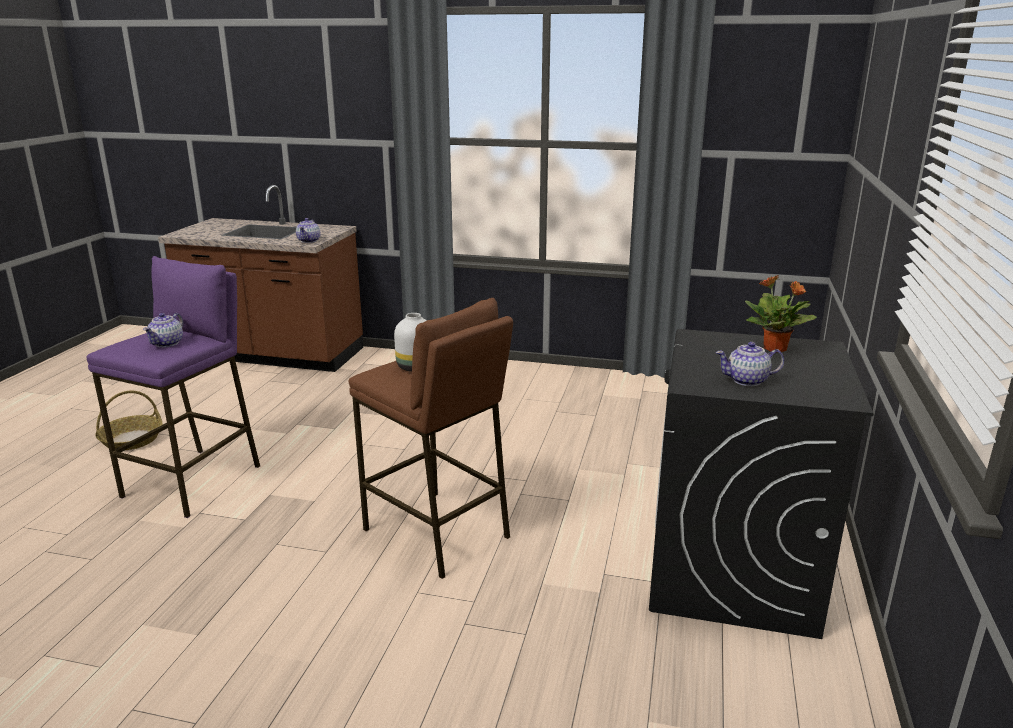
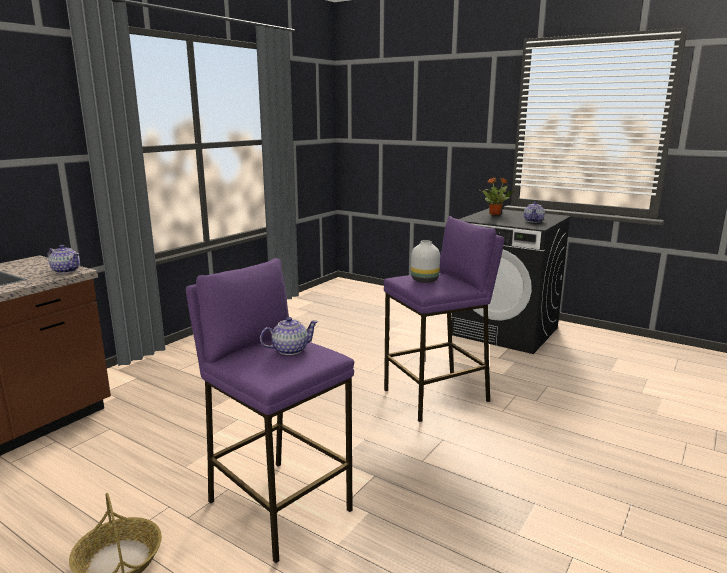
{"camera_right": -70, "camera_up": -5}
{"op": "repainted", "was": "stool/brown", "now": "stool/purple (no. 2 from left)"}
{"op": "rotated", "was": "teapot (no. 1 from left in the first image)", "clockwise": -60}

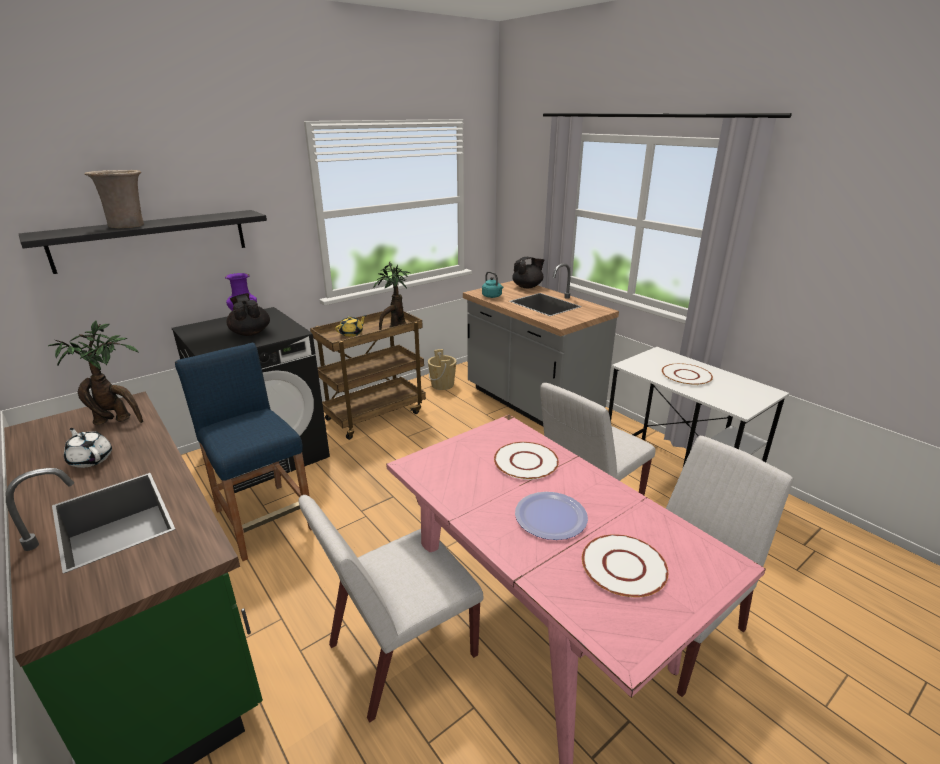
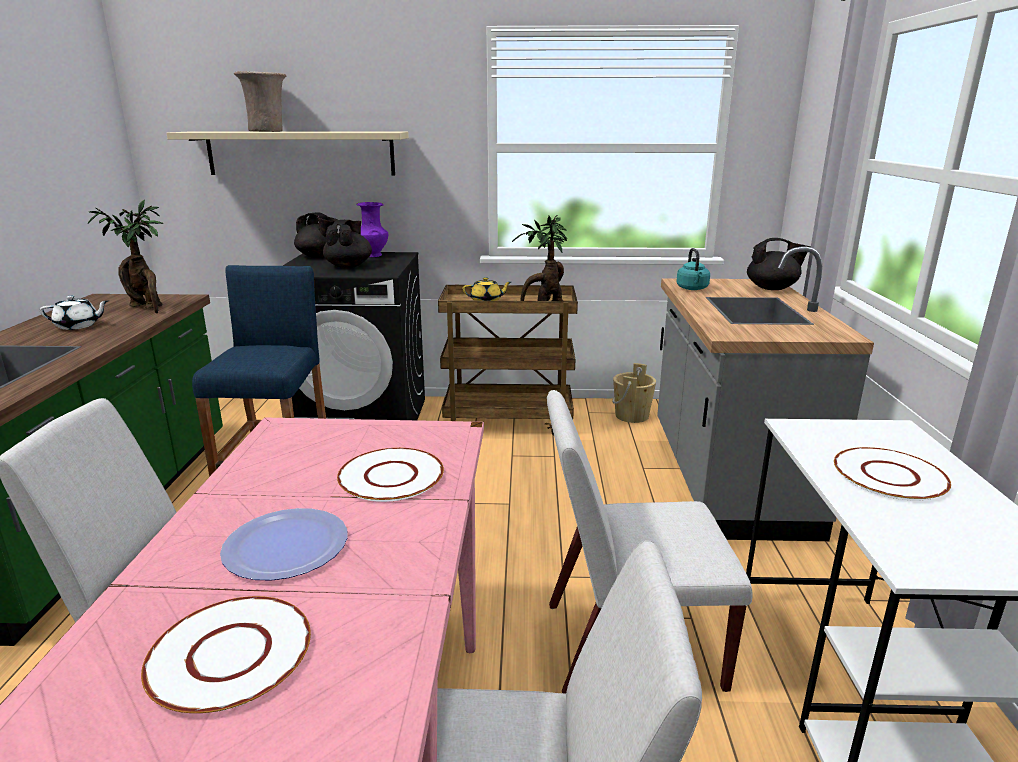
{"camera_right": 40, "camera_up": -5}
{"op": "repainted", "was": "shelf/black", "now": "shelf/beige"}
{"op": "rotated", "was": "teapot/white", "clockwise": 90}
{"op": "new", "now": "teapot/black (no. 1 from left)"}

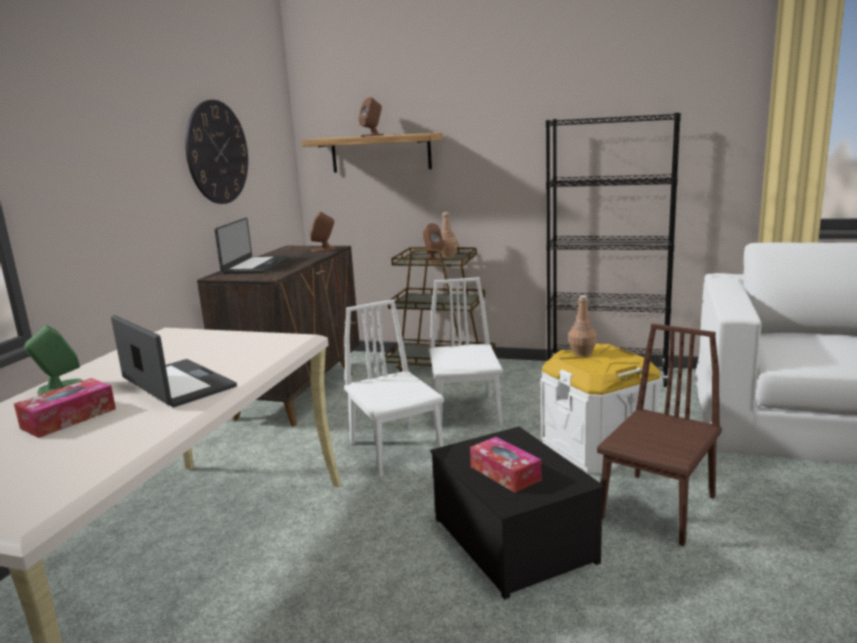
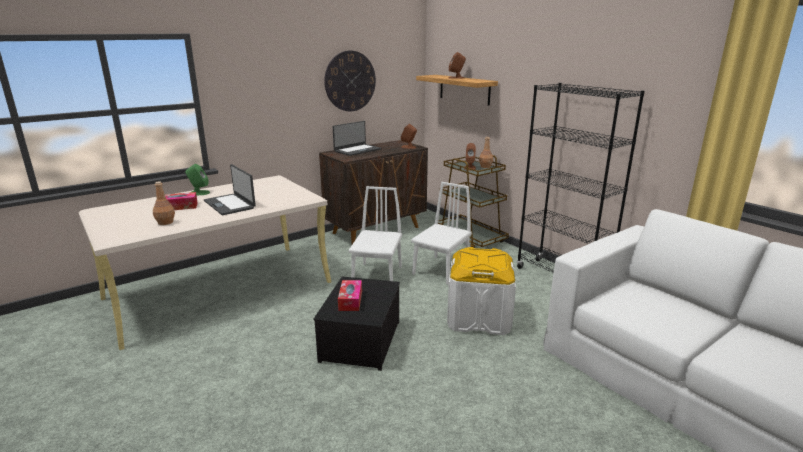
{"camera_right": 35, "camera_up": 5}
{"op": "shifted", "was": "bottle/brown (no. 2 from left in the first image)", "now": "bottle/brown (no. 1 from left)"}
{"op": "rotated", "was": "laptop (no. 1 from left)", "clockwise": 150}
{"op": "gone", "was": "chair/brown"}

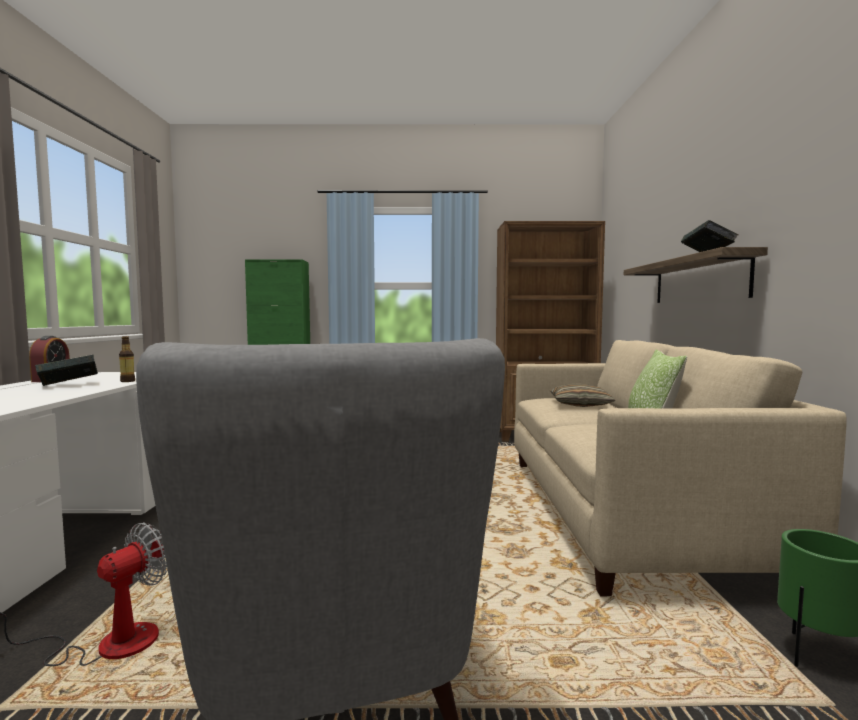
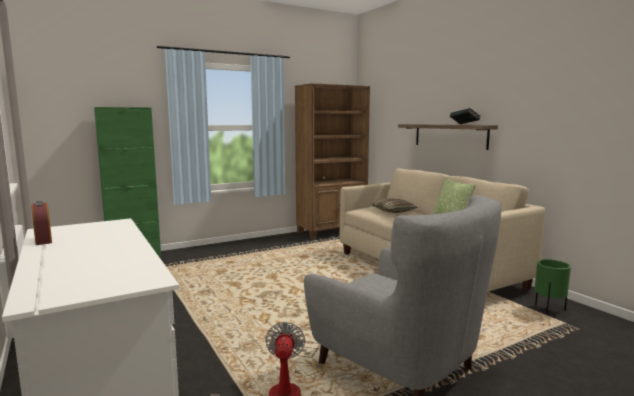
{"camera_right": -30, "camera_up": 5}
{"op": "gone", "was": "bottle"}
{"op": "gone", "was": "book (no. 1 from left)"}

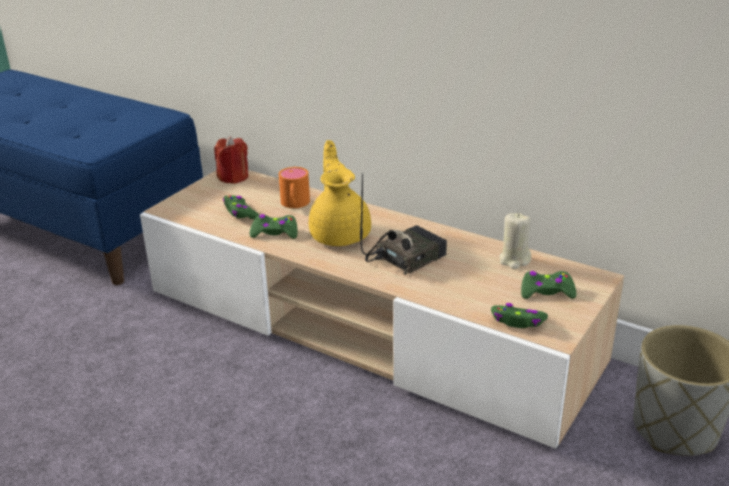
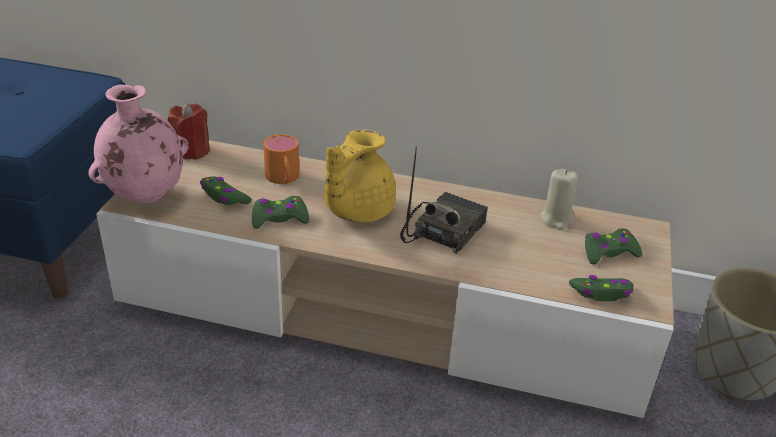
{"camera_right": -20, "camera_up": 5}
{"op": "rotated", "was": "teapot/yellow", "clockwise": -120}
{"op": "new", "now": "vase/pink"}

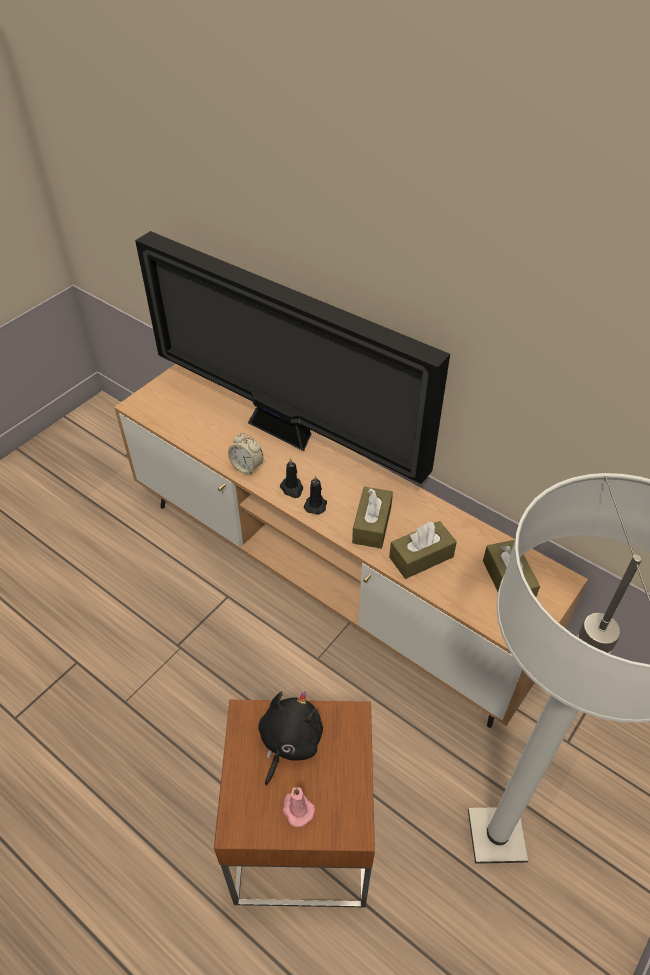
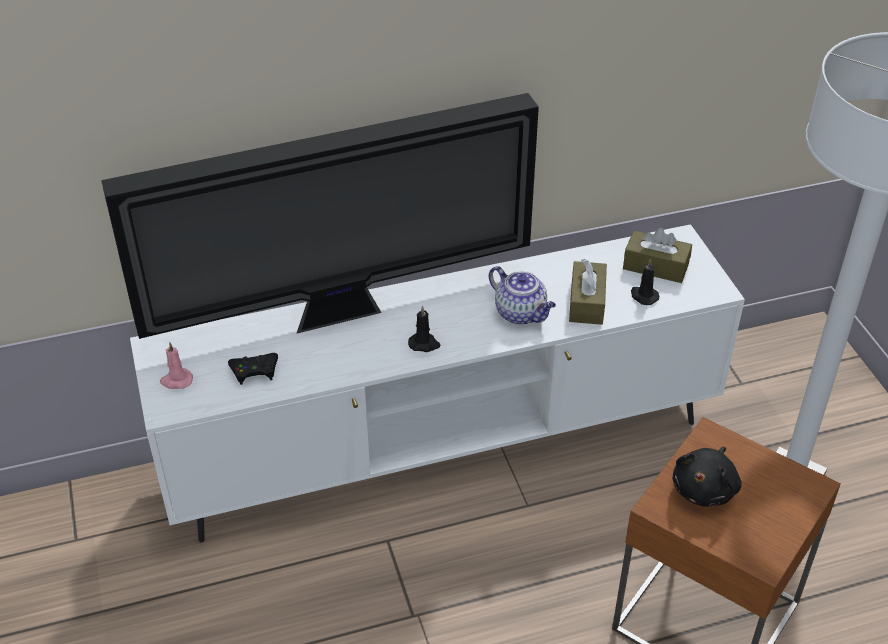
{"camera_right": -55, "camera_up": -5}
{"op": "repainted", "was": "tv stand/brown", "now": "tv stand/white"}
{"op": "gone", "was": "alarm clock"}
{"op": "shifted", "was": "candle/black (no. 2 from left)"}
{"op": "swapped", "was": "tissue box/brown (no. 1 from left)", "now": "teapot"}
{"op": "rotated", "was": "plush toy/black", "clockwise": -120}
{"op": "shifted", "was": "candle/pink"}
{"op": "new", "now": "game controller/black"}

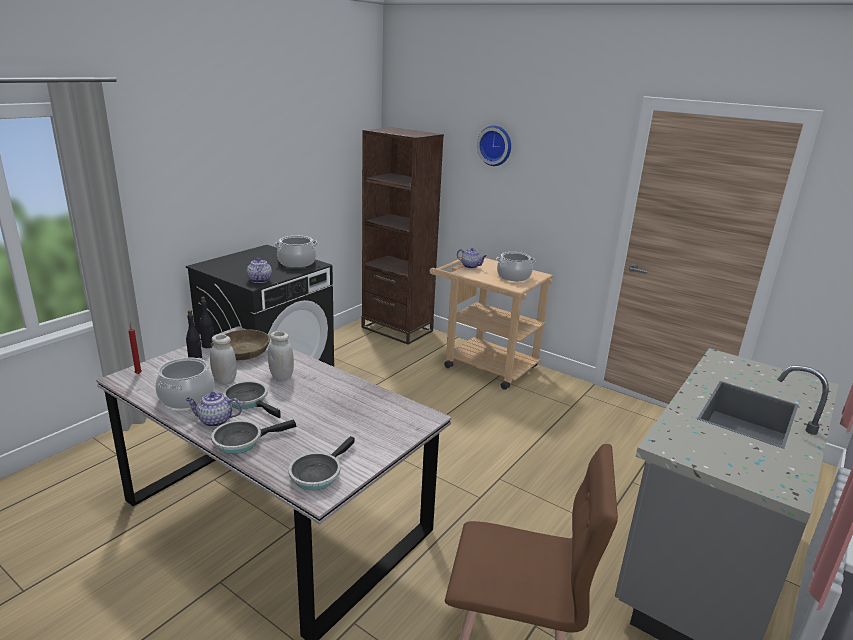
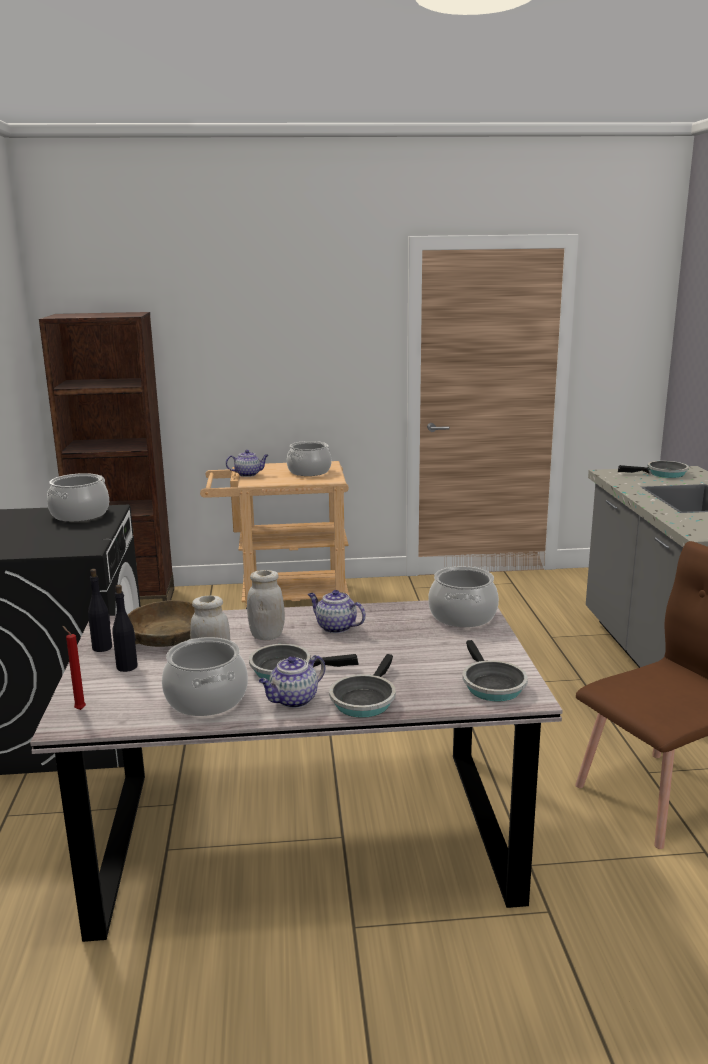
{"camera_right": -40, "camera_up": -5}
{"op": "gone", "was": "wall clock"}
{"op": "shifted", "was": "teapot (no. 2 from left in the first image)", "now": "teapot (no. 3 from left)"}
{"op": "new", "now": "frying pan (no. 4 from left)"}
{"op": "new", "now": "cooking pot (no. 4 from left)"}

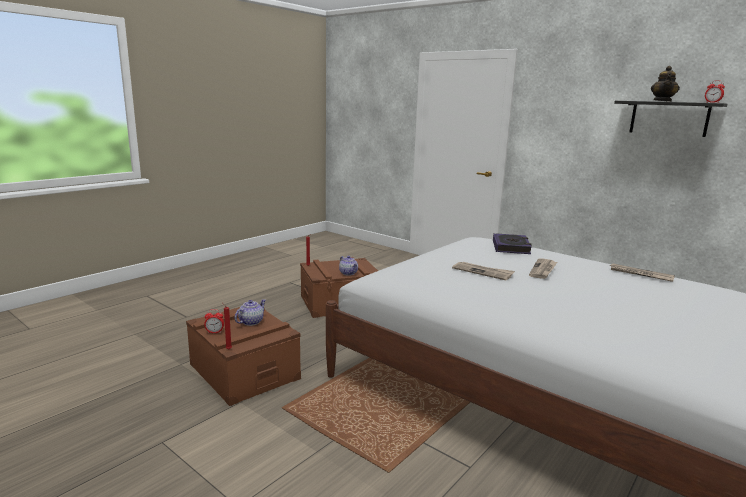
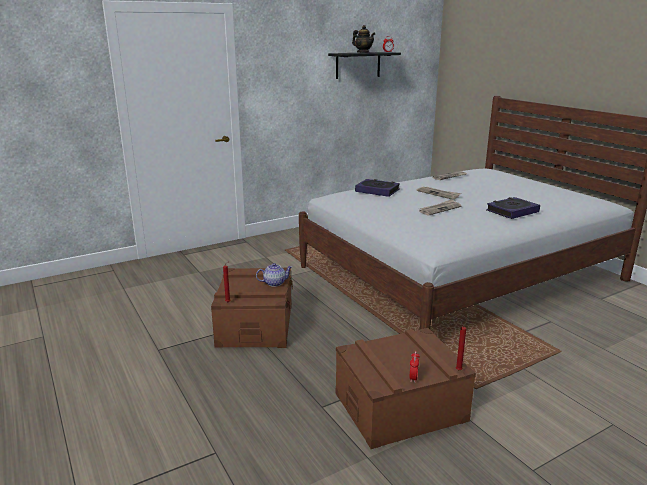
{"camera_right": -70, "camera_up": 5}
{"op": "gone", "was": "teapot (no. 1 from left)"}
{"op": "new", "now": "book (no. 2 from left)"}

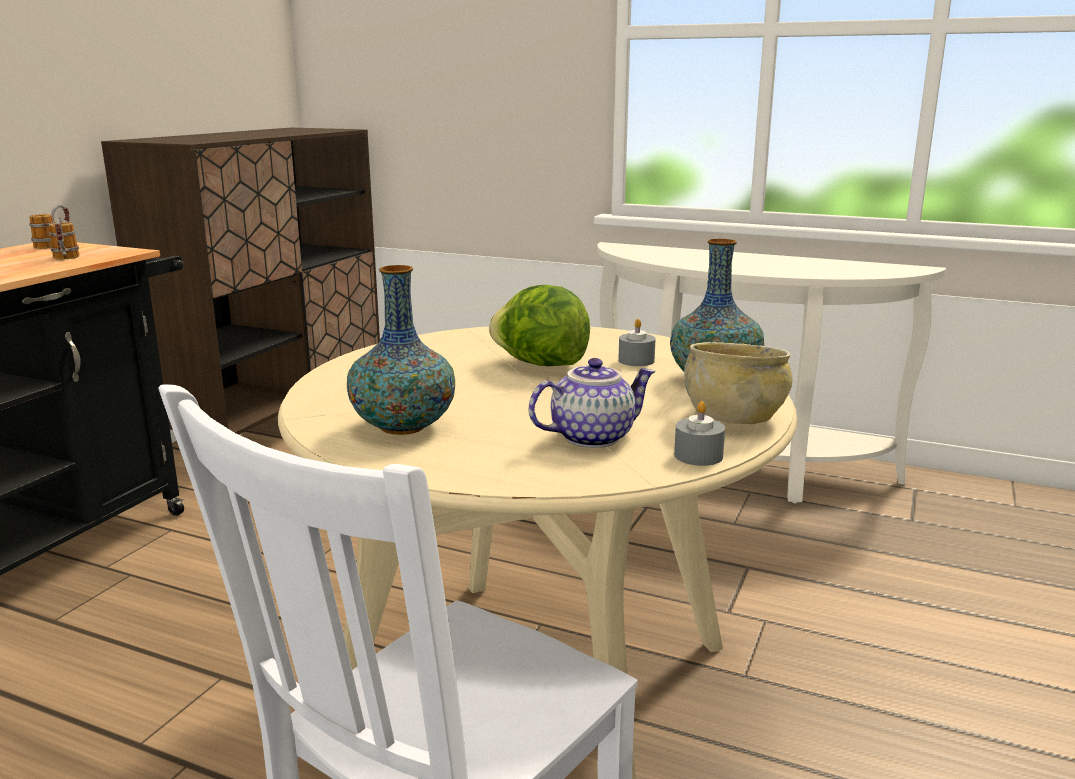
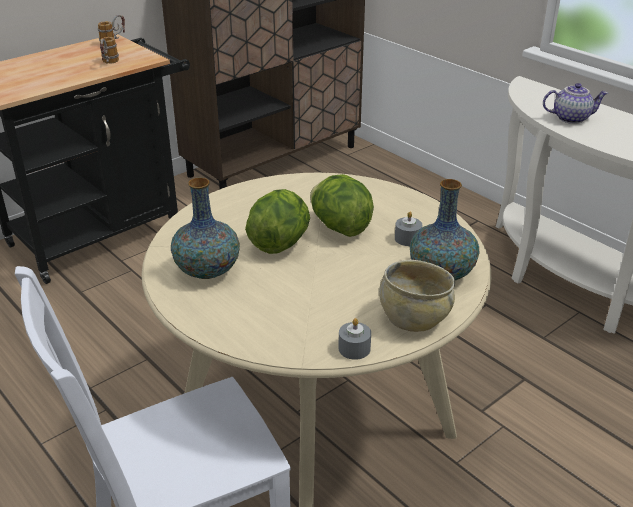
{"camera_right": 25, "camera_up": 15}
{"op": "shifted", "was": "teapot"}
{"op": "new", "now": "lettuce (no. 1 from left)"}

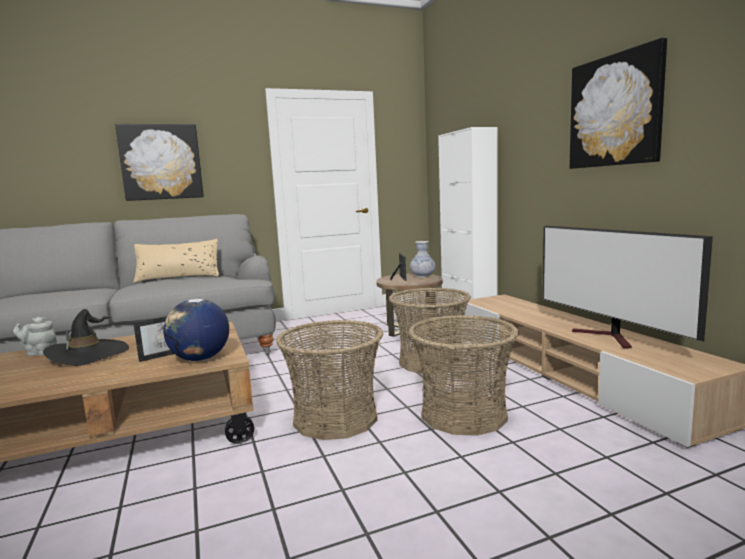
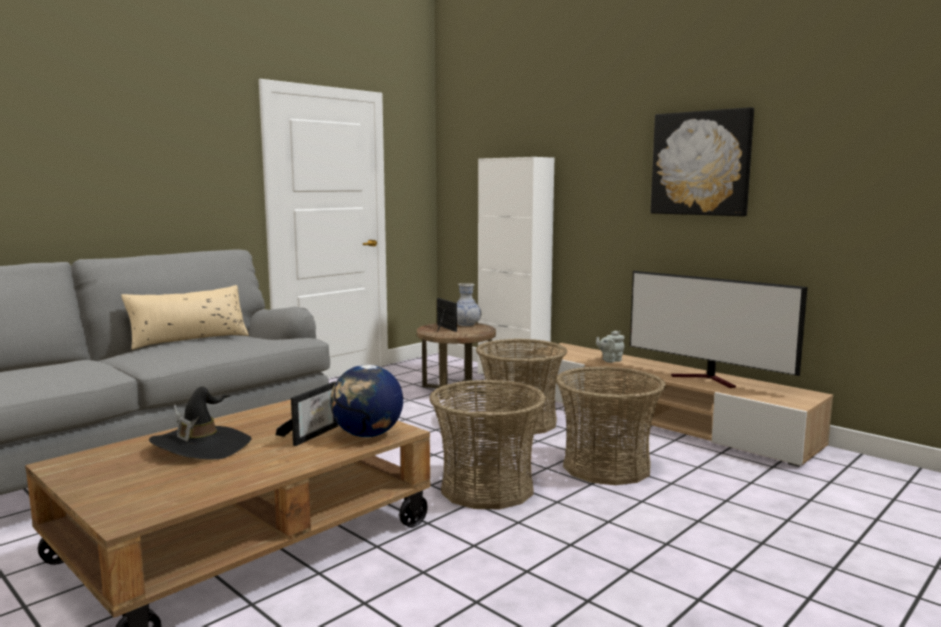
{"camera_right": -25, "camera_up": 0}
{"op": "gone", "was": "picture (no. 1 from left)"}
{"op": "shifted", "was": "teapot/grey"}

